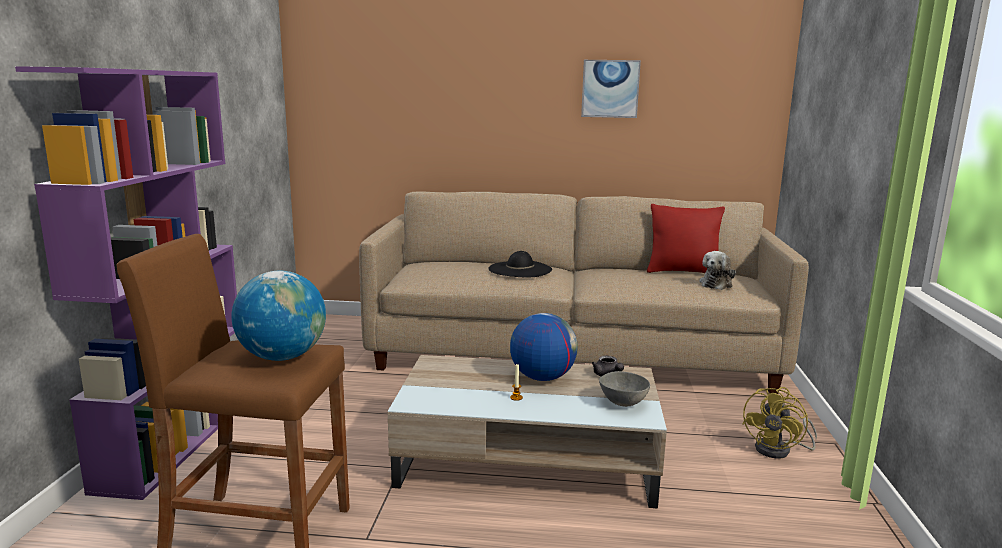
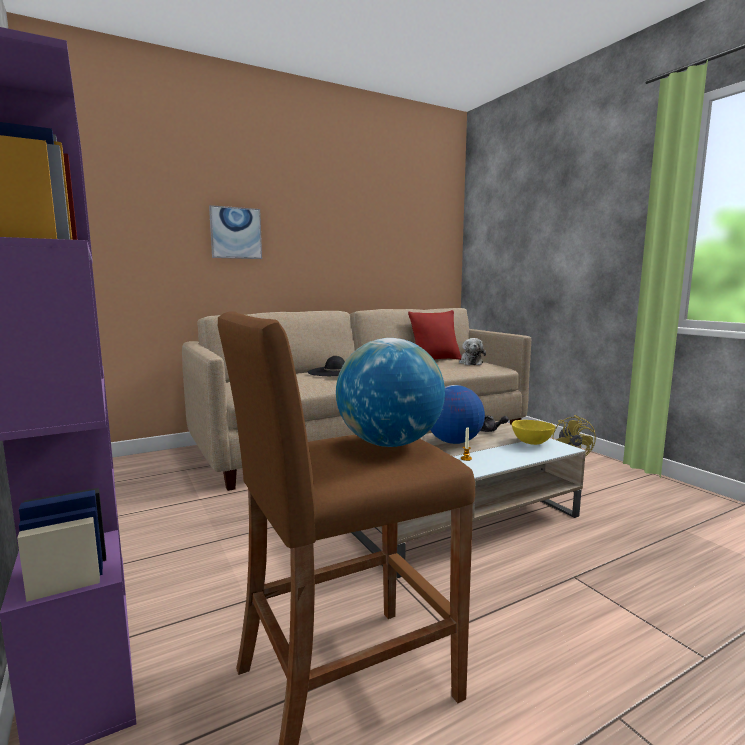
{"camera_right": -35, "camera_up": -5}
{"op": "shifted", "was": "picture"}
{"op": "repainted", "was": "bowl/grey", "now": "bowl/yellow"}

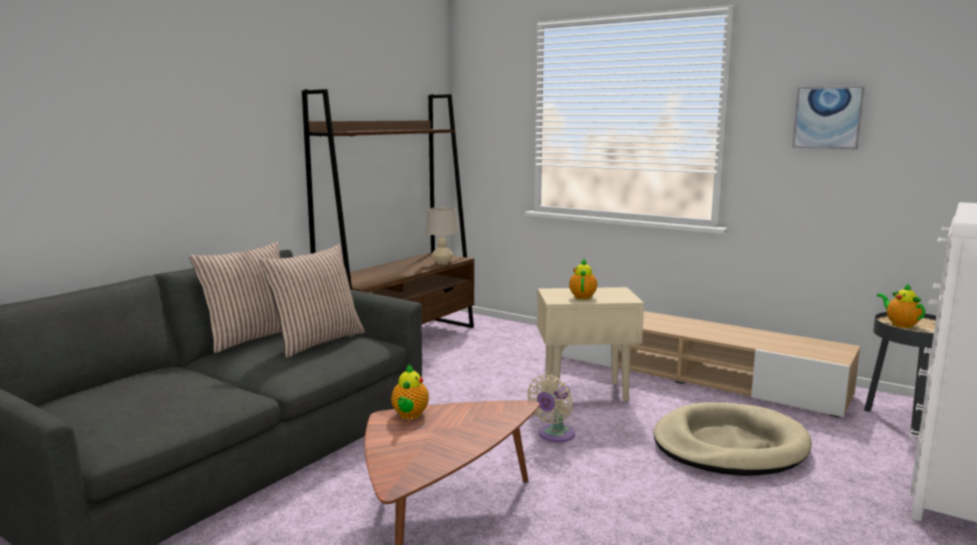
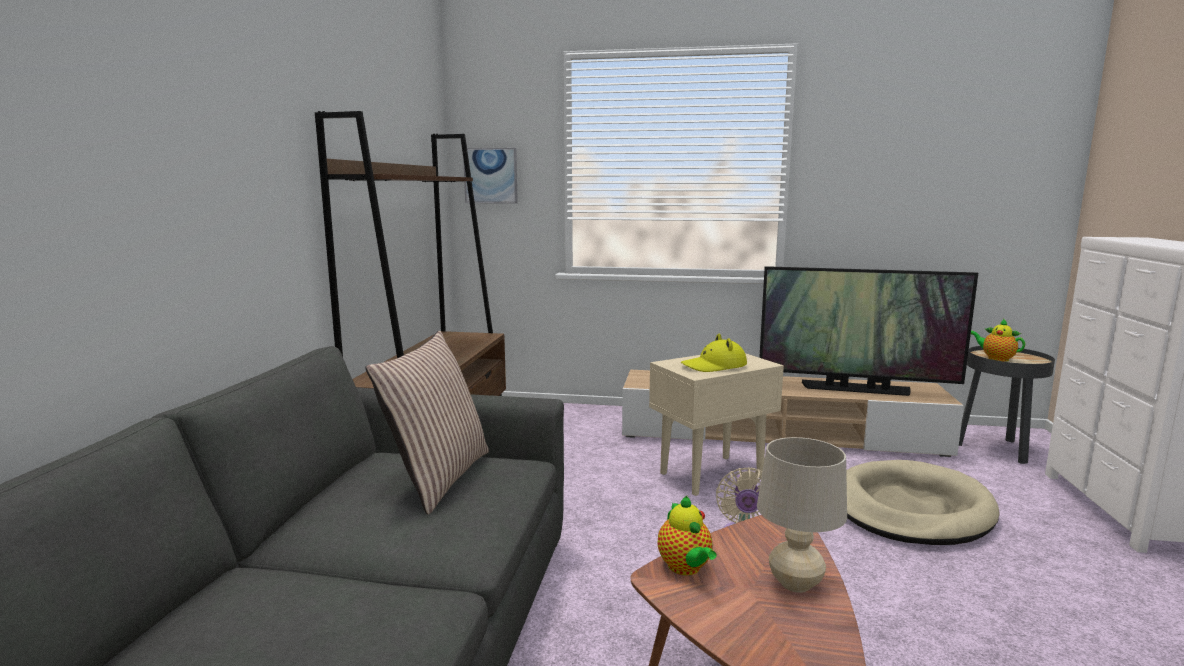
{"camera_right": -25, "camera_up": 0}
{"op": "shifted", "was": "picture"}
{"op": "shifted", "was": "table lamp/beige"}
{"op": "gone", "was": "pillow (no. 1 from left)"}
{"op": "swapped", "was": "teapot (no. 2 from left)", "now": "hat/yellow"}
{"op": "new", "now": "television"}

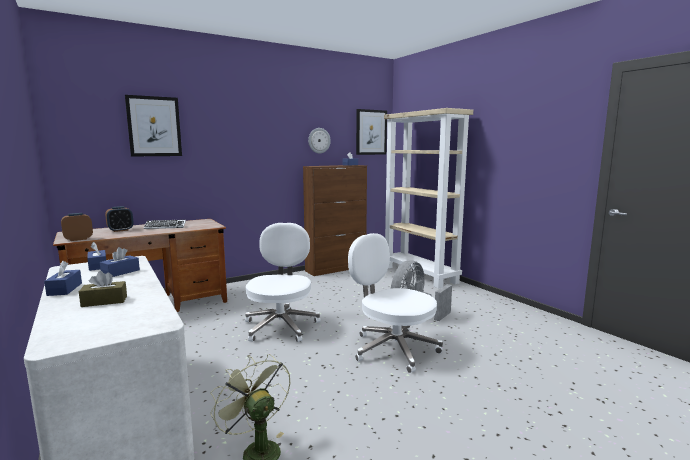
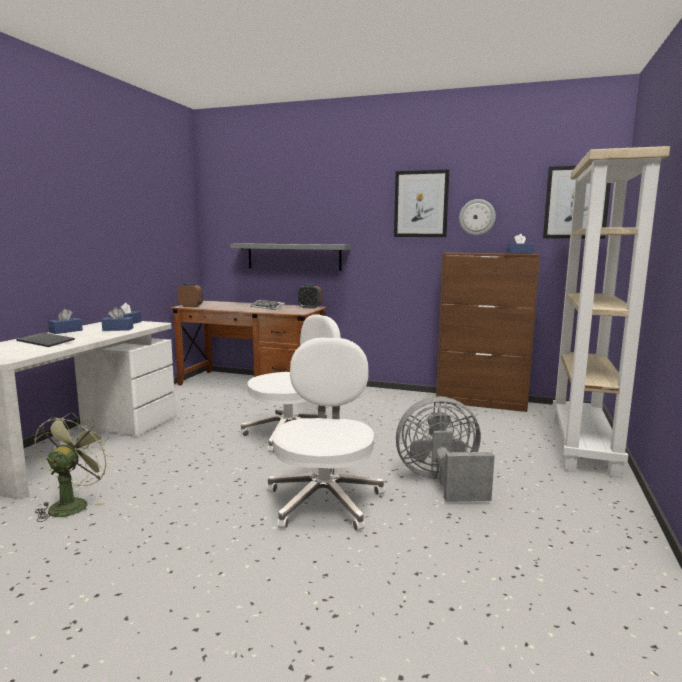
{"camera_right": 50, "camera_up": 0}
{"op": "shifted", "was": "picture (no. 1 from left)"}
{"op": "shifted", "was": "alarm clock (no. 2 from left)"}
{"op": "swapped", "was": "tissue box/brown", "now": "keyboard (no. 1 from left)"}
{"op": "new", "now": "shelf/grey"}

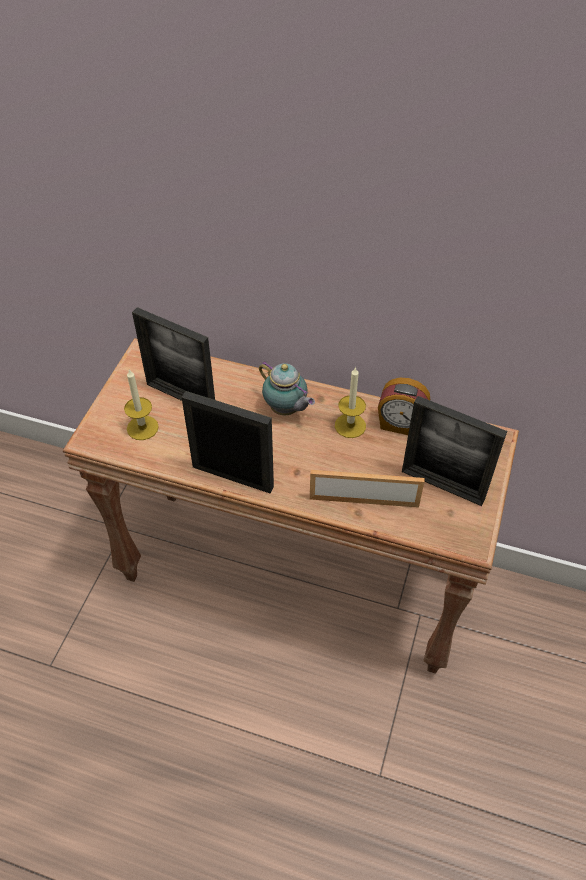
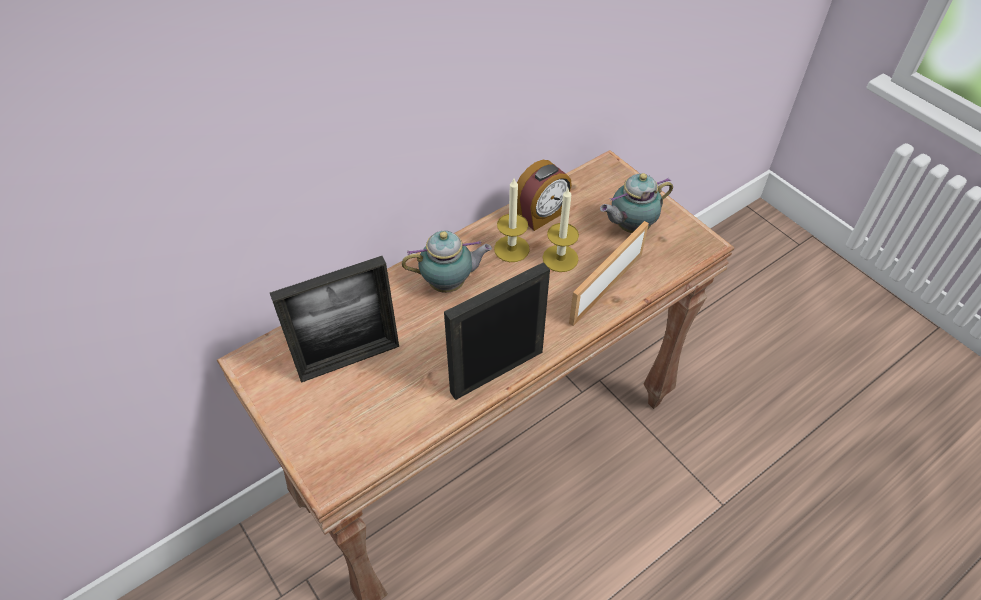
{"camera_right": -55, "camera_up": 0}
{"op": "shifted", "was": "candle (no. 1 from left in the first image)", "now": "candle (no. 2 from left)"}
{"op": "swapped", "was": "picture frame (no. 4 from left)", "now": "teapot (no. 2 from left)"}

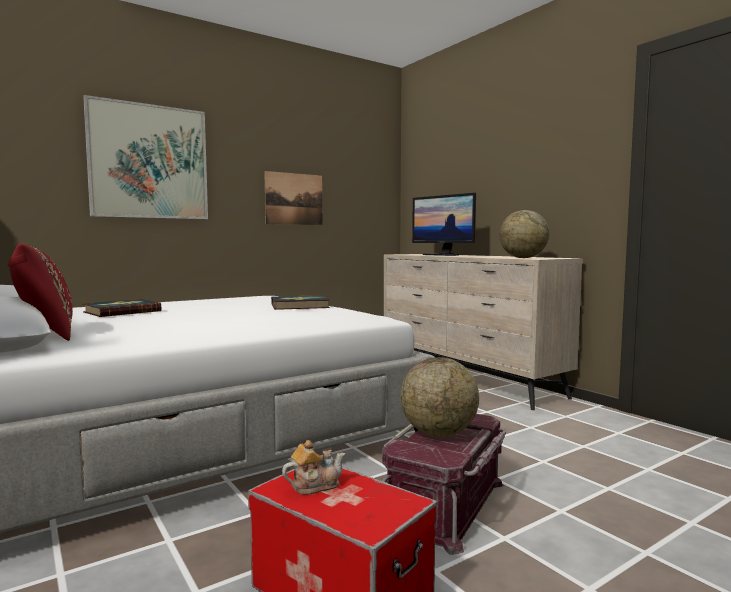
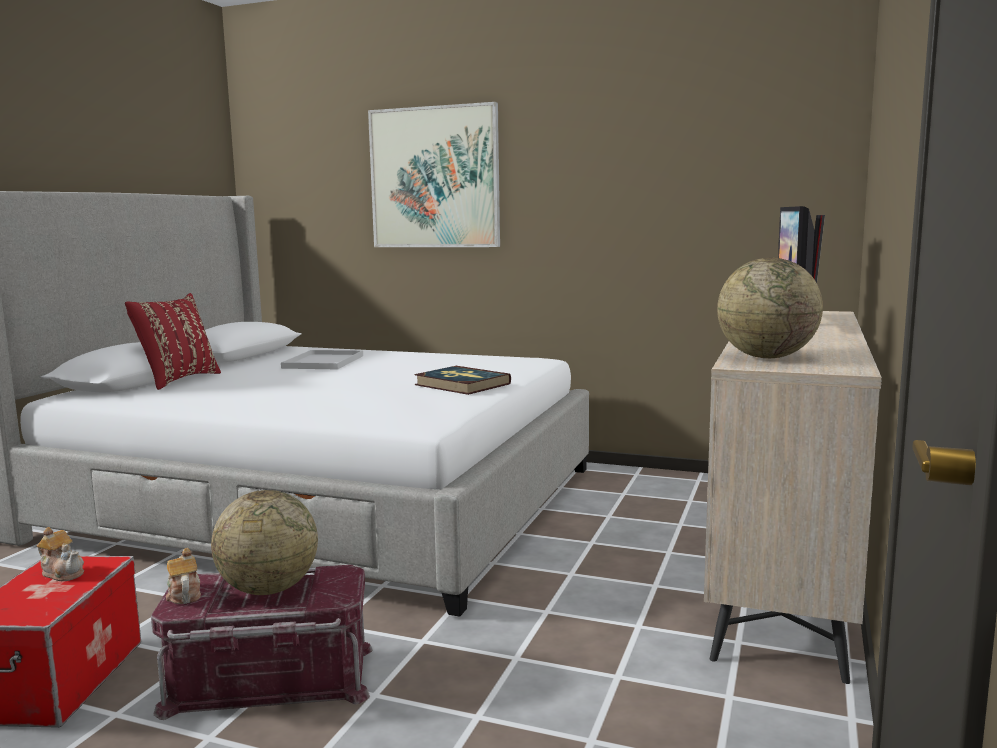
{"camera_right": 55, "camera_up": 5}
{"op": "gone", "was": "picture (no. 2 from left)"}
{"op": "swapped", "was": "book (no. 1 from left)", "now": "tray/white"}
{"op": "new", "now": "teapot (no. 2 from left)"}

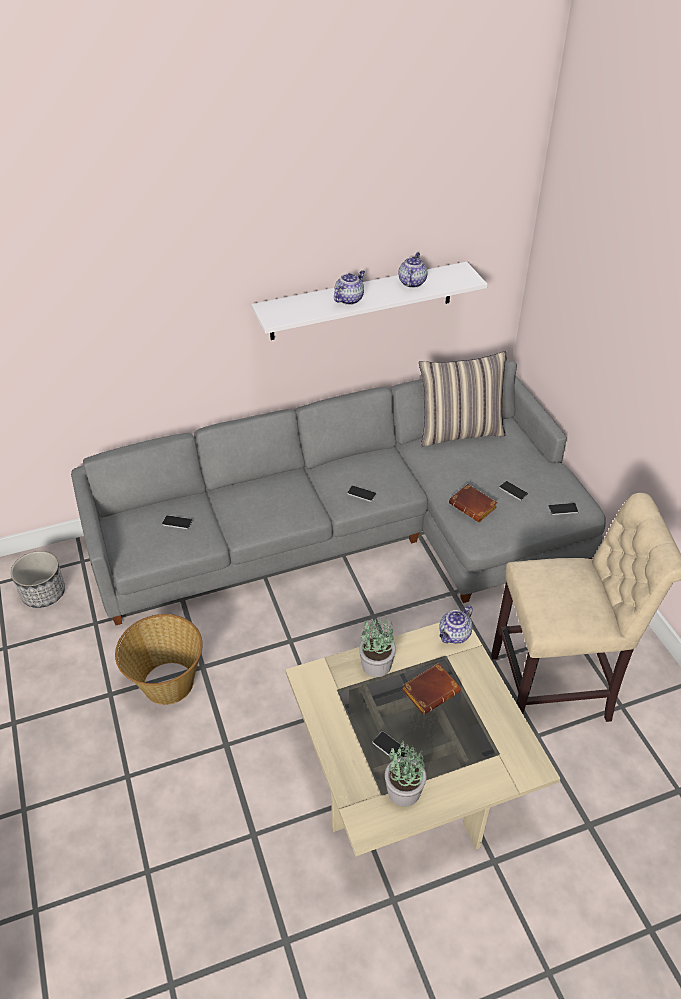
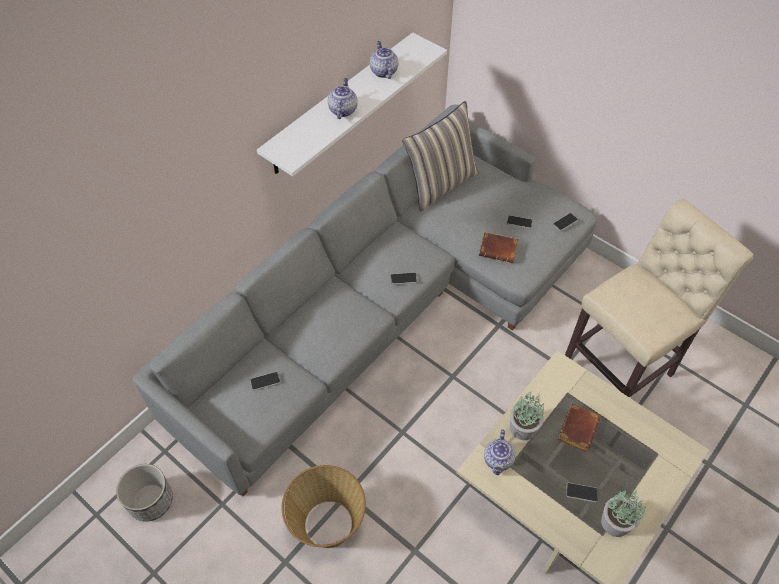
{"camera_right": -30, "camera_up": 10}
{"op": "shifted", "was": "teapot (no. 3 from left)"}

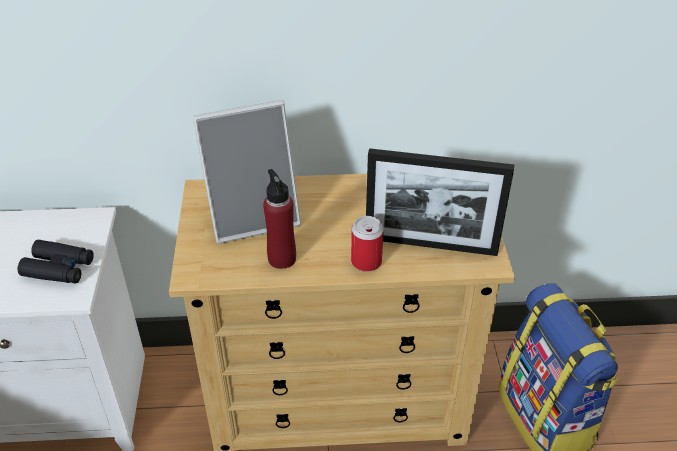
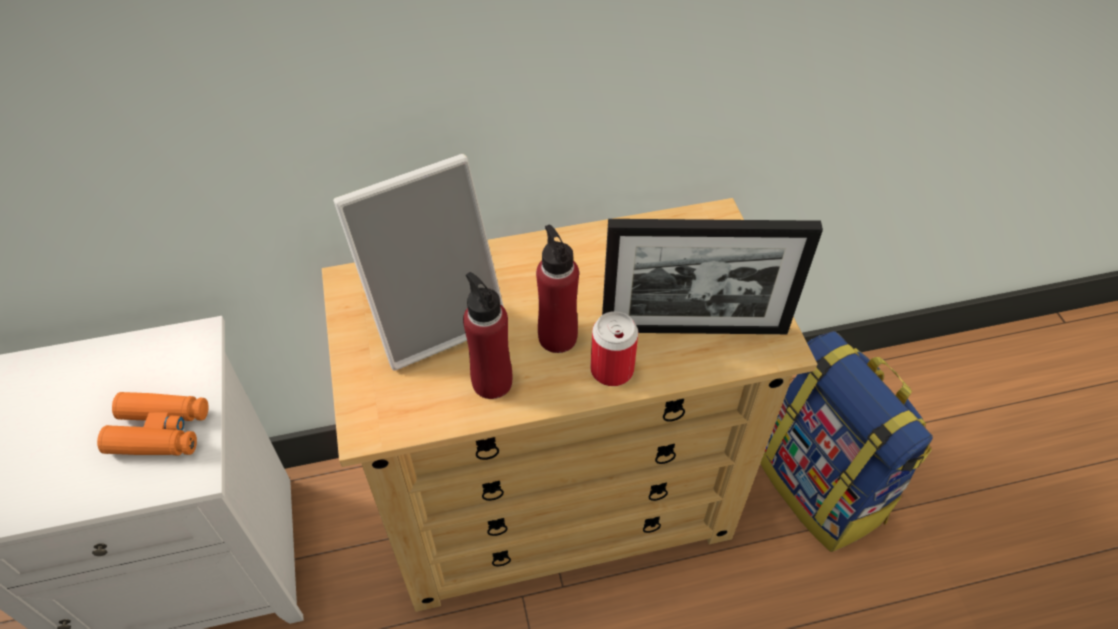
{"camera_right": -10, "camera_up": 10}
{"op": "repainted", "was": "binoculars/black", "now": "binoculars/orange"}
{"op": "new", "now": "bottle/red (no. 2 from left)"}

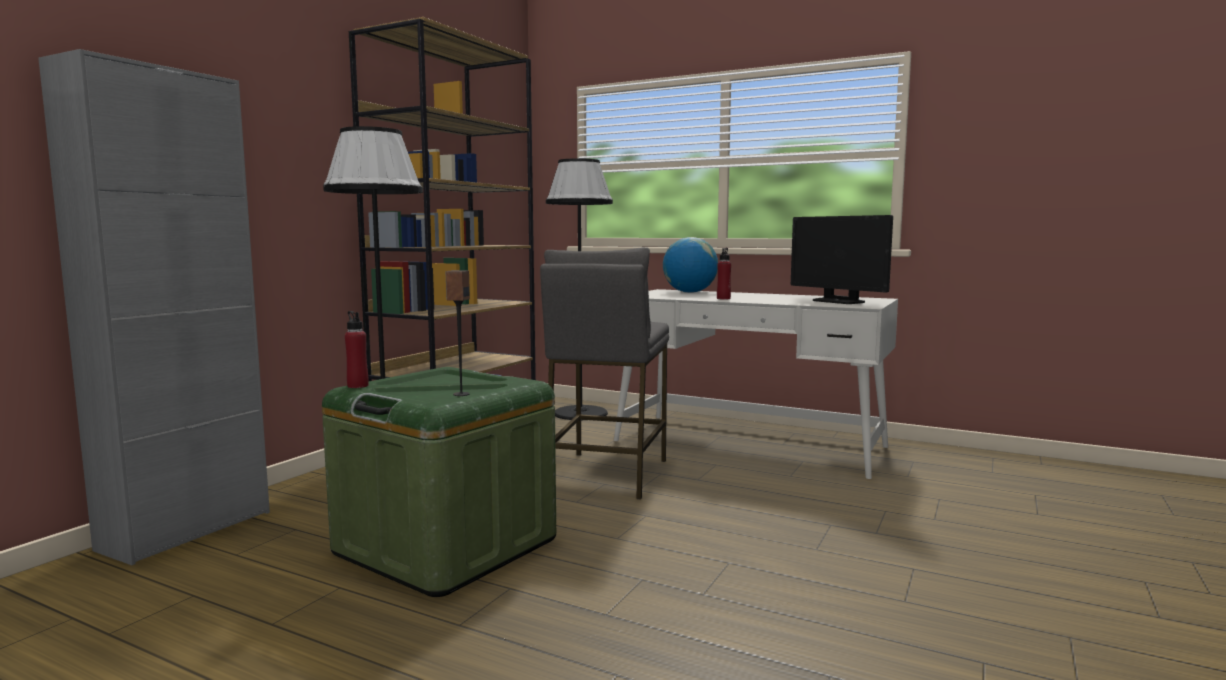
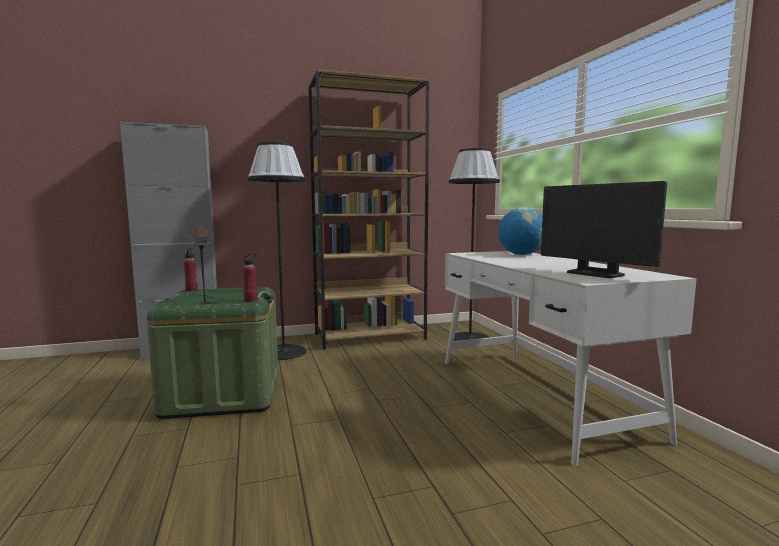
{"camera_right": 45, "camera_up": 0}
{"op": "rotated", "was": "monitor", "clockwise": -45}
{"op": "gone", "was": "stool/grey"}
{"op": "shifted", "was": "bottle/red (no. 2 from left)"}

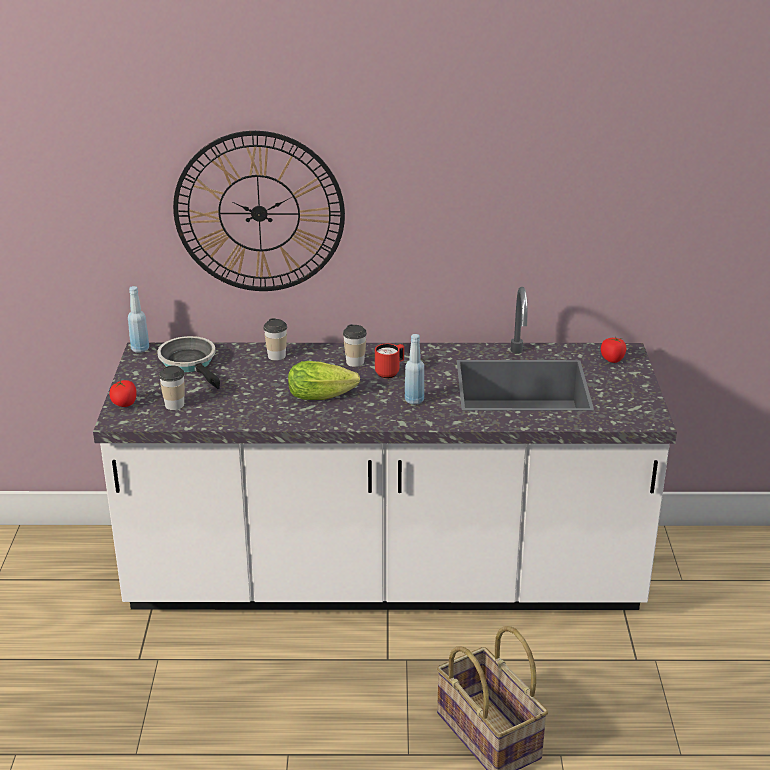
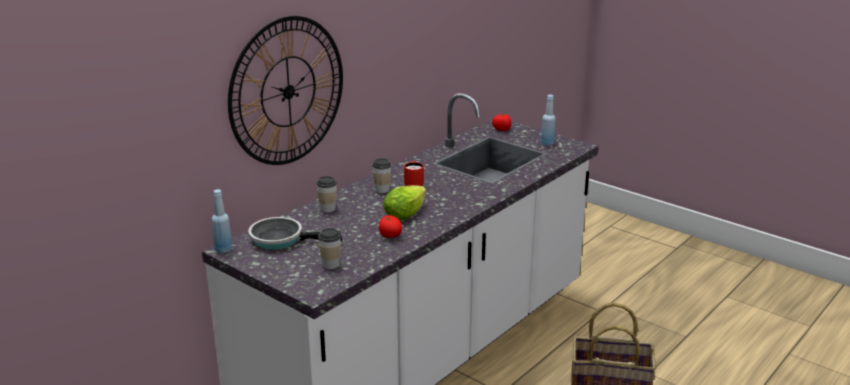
{"camera_right": -50, "camera_up": -5}
{"op": "shifted", "was": "bottle/blue (no. 2 from left)"}
{"op": "shifted", "was": "tomato (no. 1 from left)"}

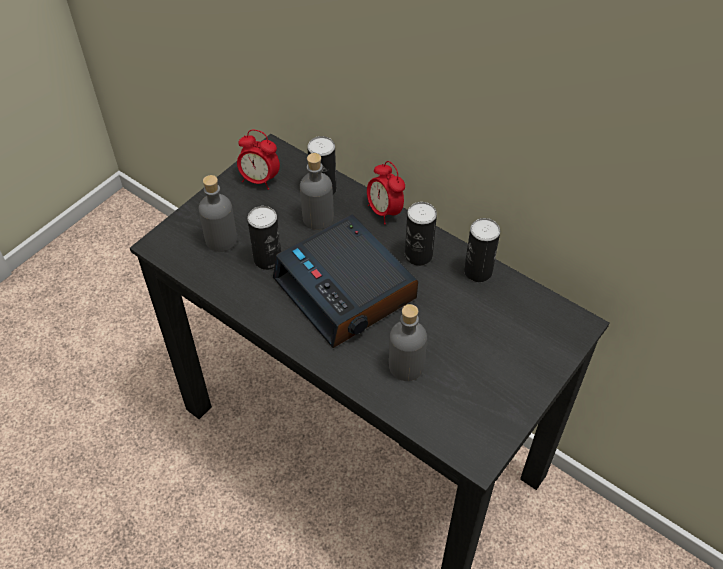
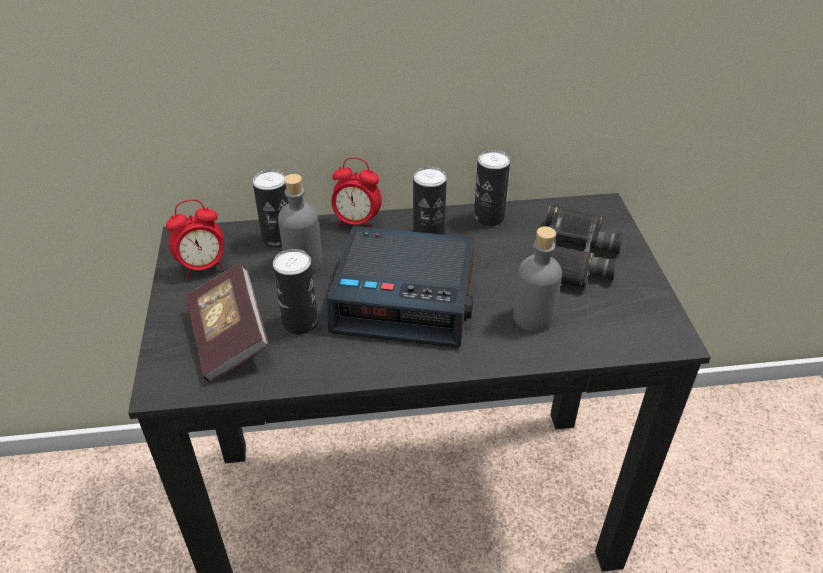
{"camera_right": -45, "camera_up": -10}
{"op": "swapped", "was": "bottle/grey (no. 1 from left)", "now": "book"}
{"op": "new", "now": "binoculars/black"}

